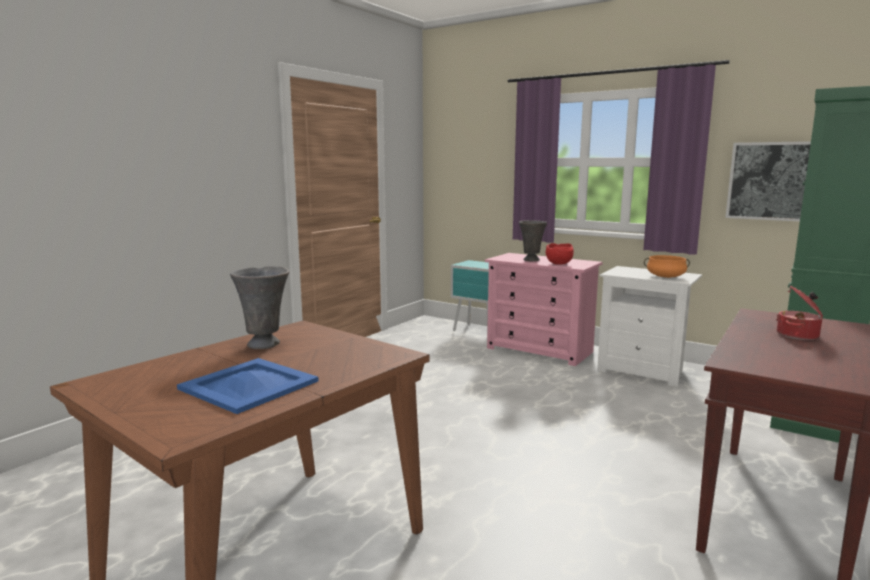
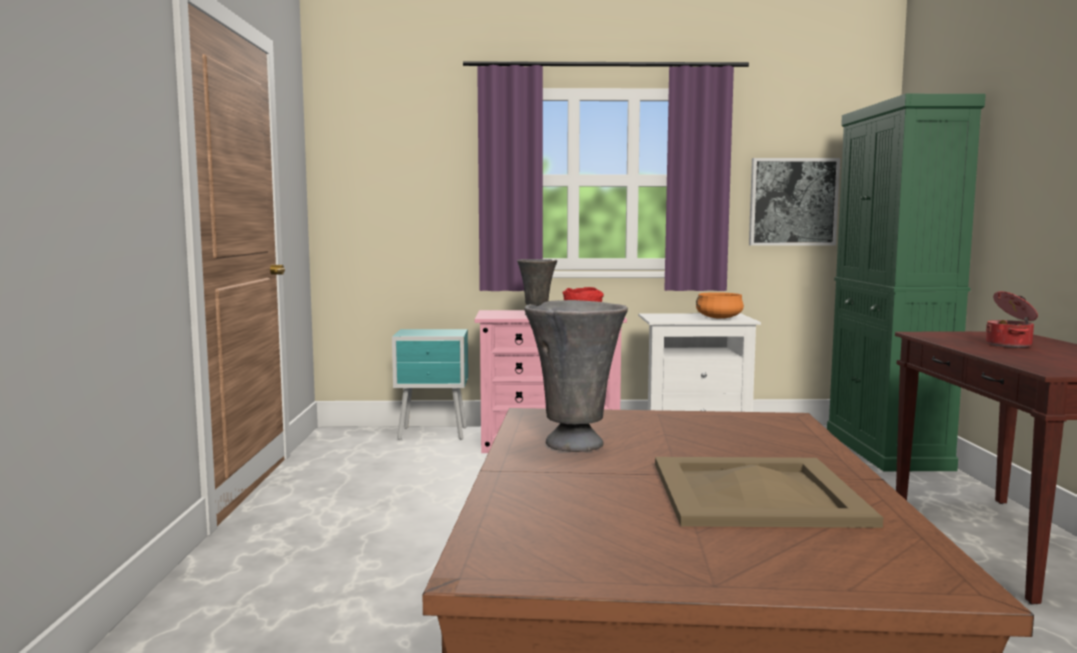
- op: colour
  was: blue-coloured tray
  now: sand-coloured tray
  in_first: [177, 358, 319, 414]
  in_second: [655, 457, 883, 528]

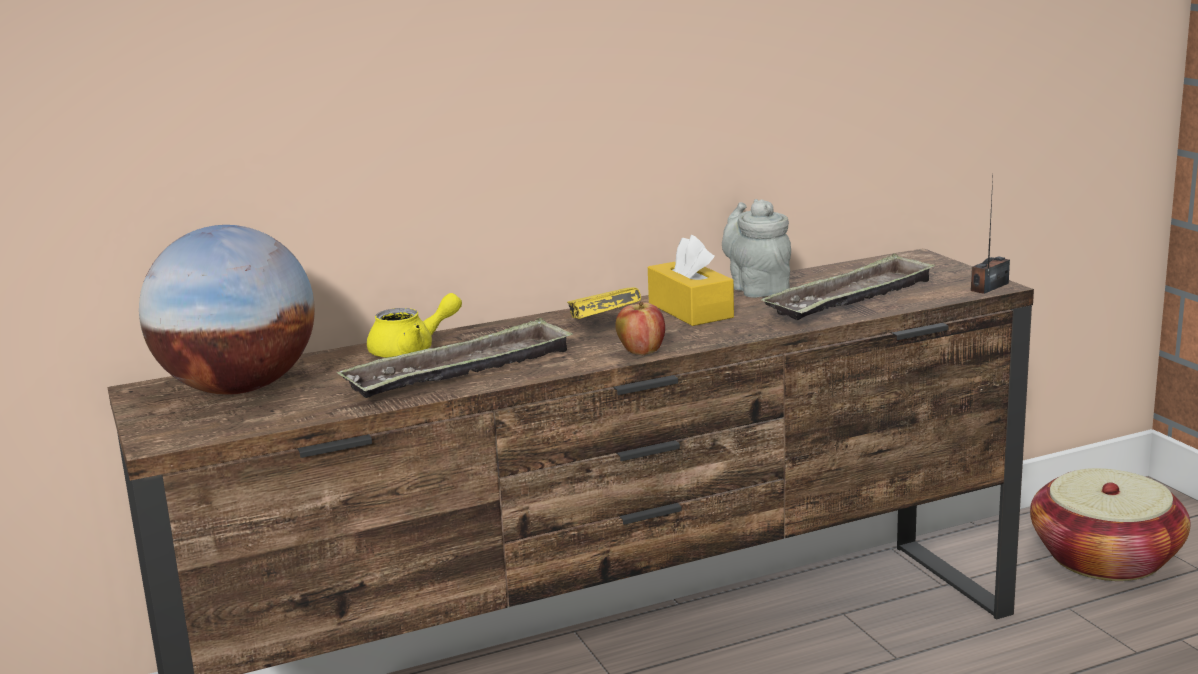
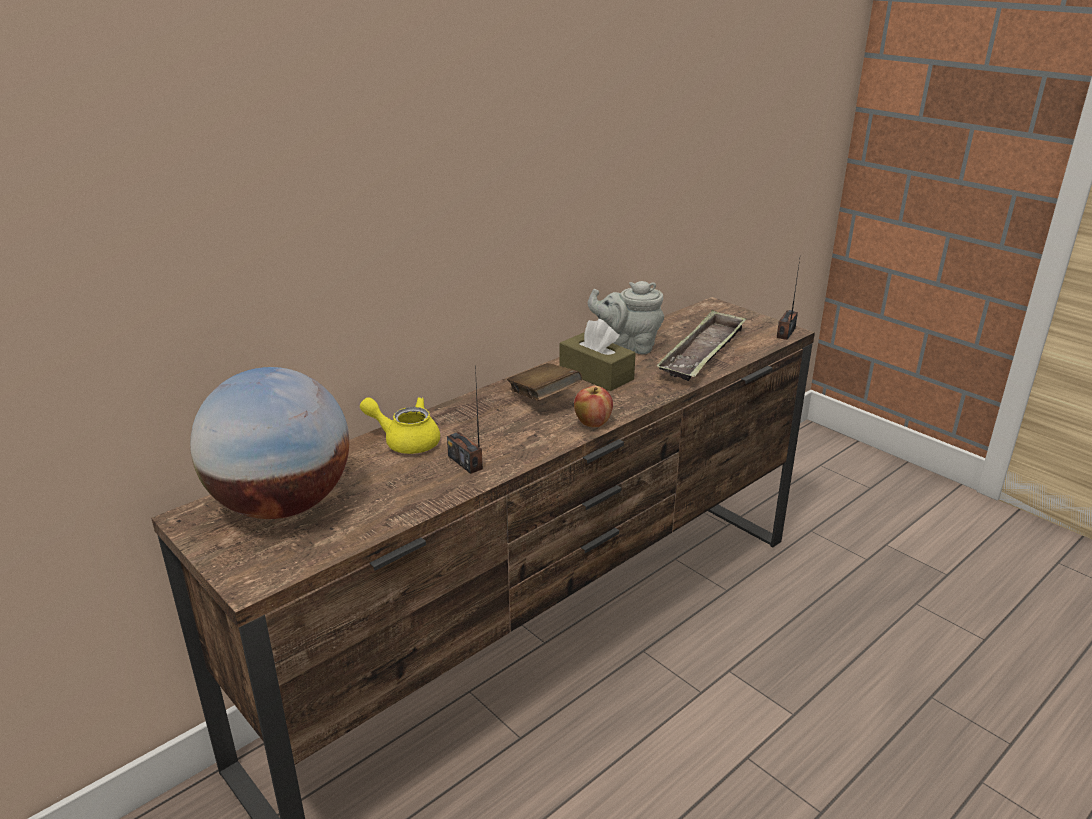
- op: spun
  was: yellow-coloured teapot
  in_first: [367, 293, 462, 358]
  in_second: [360, 397, 440, 454]
  clockwise: -120
- op: exchanged
  was: tray
  now: radio set
  in_first: [337, 318, 573, 398]
  in_second: [447, 365, 483, 474]
- op: colour
  was: yellow-coloured book
  now: brown book
  in_first: [567, 287, 641, 319]
  in_second: [507, 363, 582, 401]
- op: colour
  was: yellow-coloured tissue holder
  now: brown tissue holder
  in_first: [648, 235, 734, 326]
  in_second: [559, 319, 636, 391]
- op: spun
  was: gray teapot
  in_first: [722, 199, 791, 298]
  in_second: [588, 281, 664, 354]
  clockwise: -45
- op: missing
  was: basket
  in_first: [1030, 468, 1191, 581]

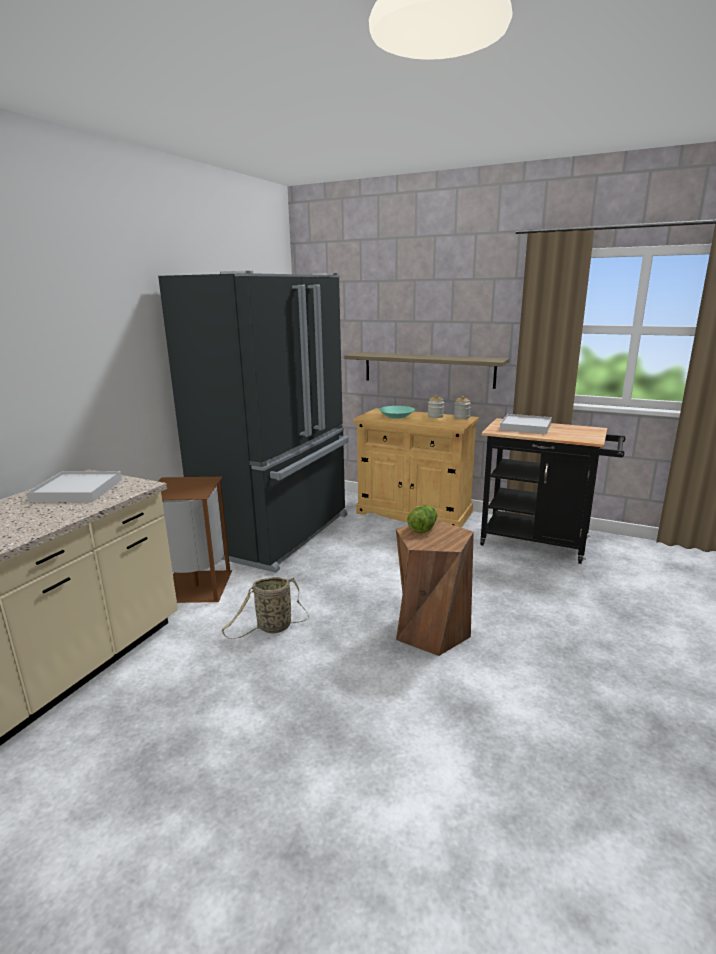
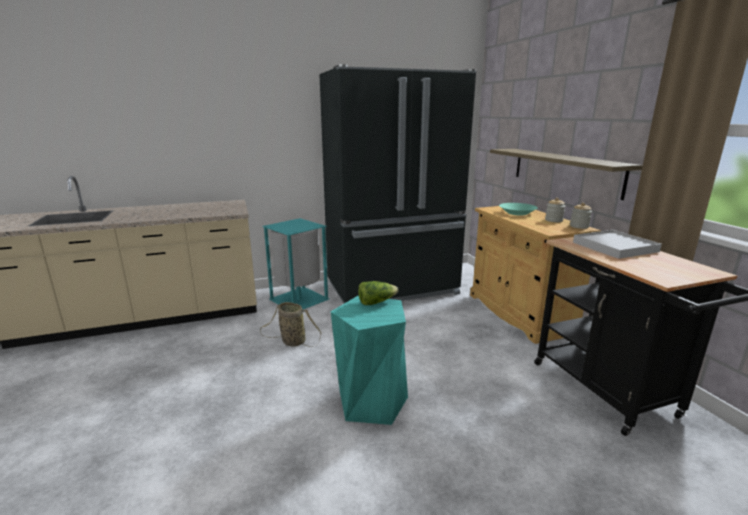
- op: colour
  was: brown waste bin
  now: blue-green waste bin
  in_first: [158, 477, 232, 603]
  in_second: [262, 218, 329, 309]
- op: colour
  was: brown stool seat
  now: blue-green stool seat
  in_first: [396, 520, 474, 656]
  in_second: [331, 295, 408, 425]
- op: missing
  was: white-coloured tray
  in_first: [26, 471, 122, 502]

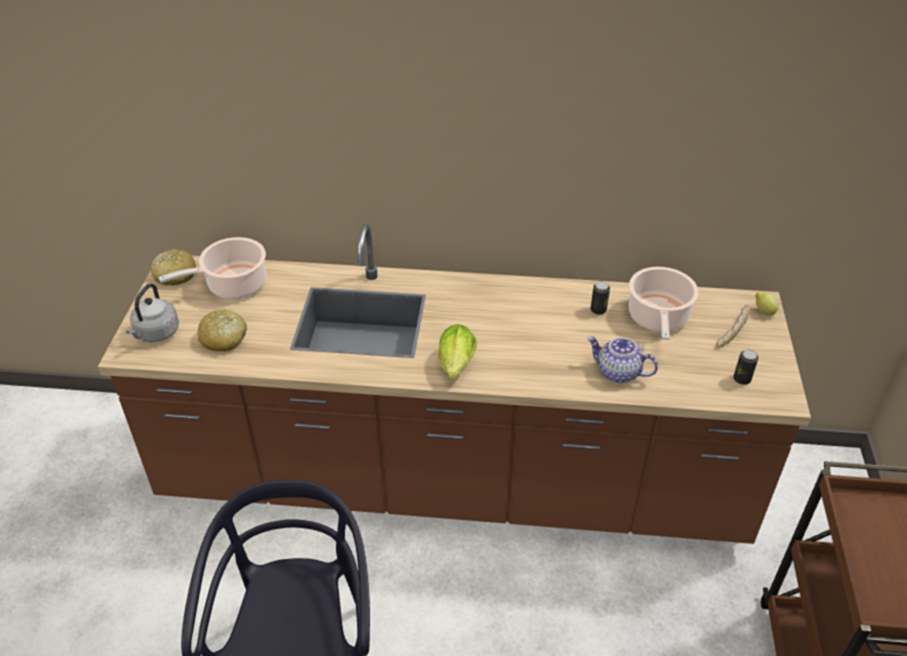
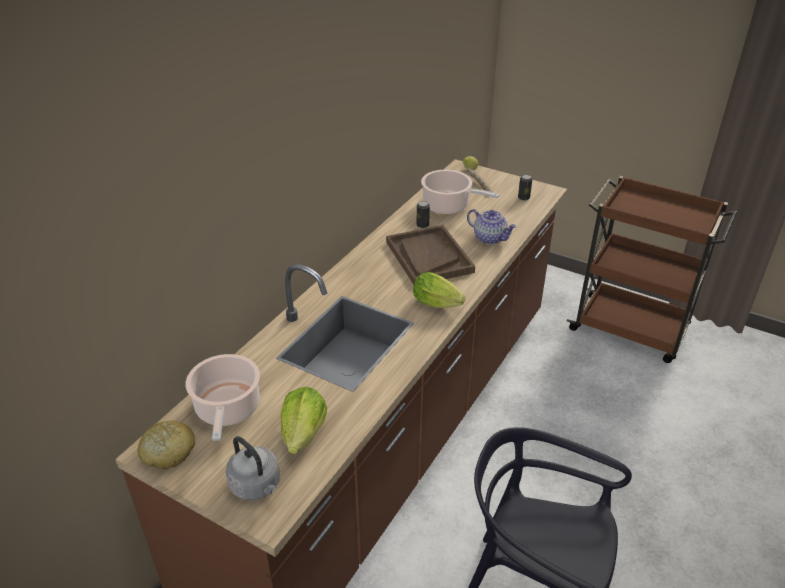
- op: exchanged
  was: bread
  now: head of lettuce
  in_first: [198, 310, 247, 351]
  in_second: [281, 387, 327, 454]
- op: appeared
  now: brown tray
  in_second: [386, 225, 475, 284]
- op: spun
  was: teapot
  in_first: [587, 336, 658, 383]
  in_second: [467, 209, 517, 244]
  clockwise: -105

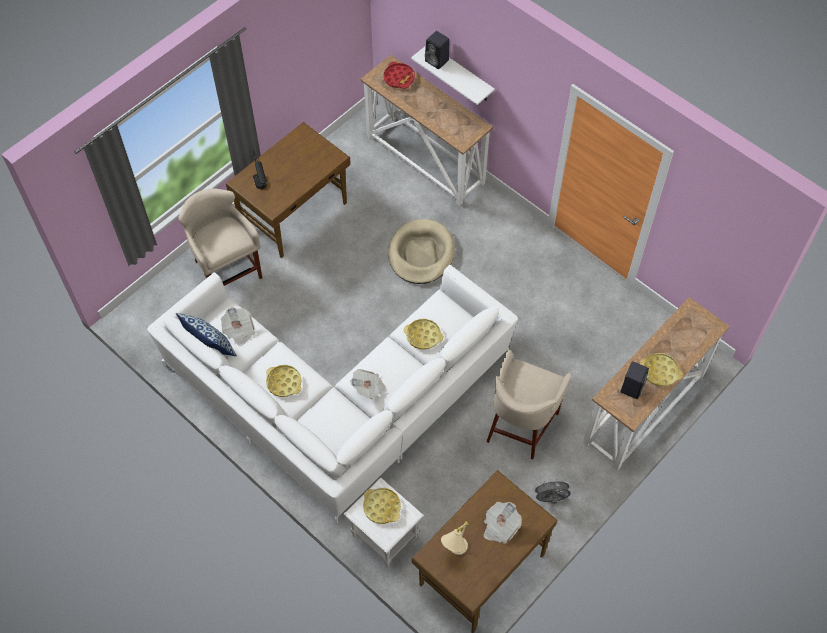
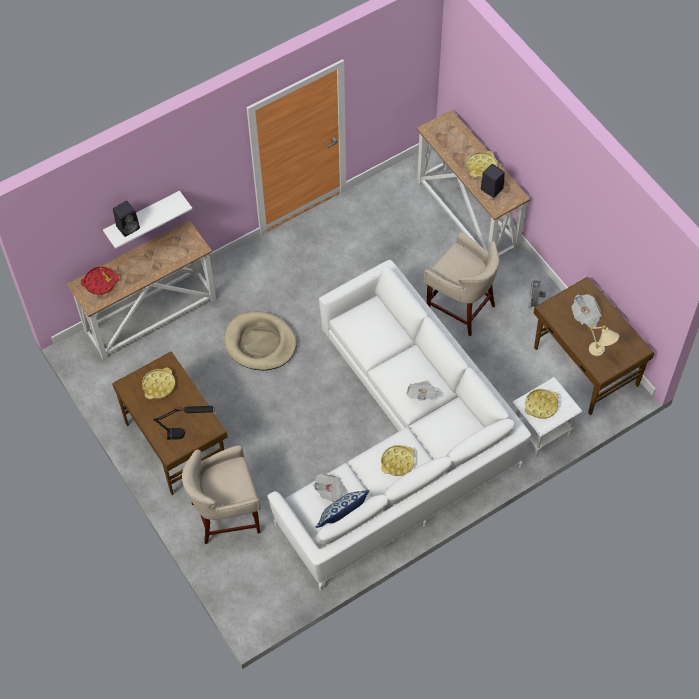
- op: relocated
  was: yellow-coloured tray
  in_first: [404, 319, 444, 350]
  in_second: [142, 368, 175, 399]

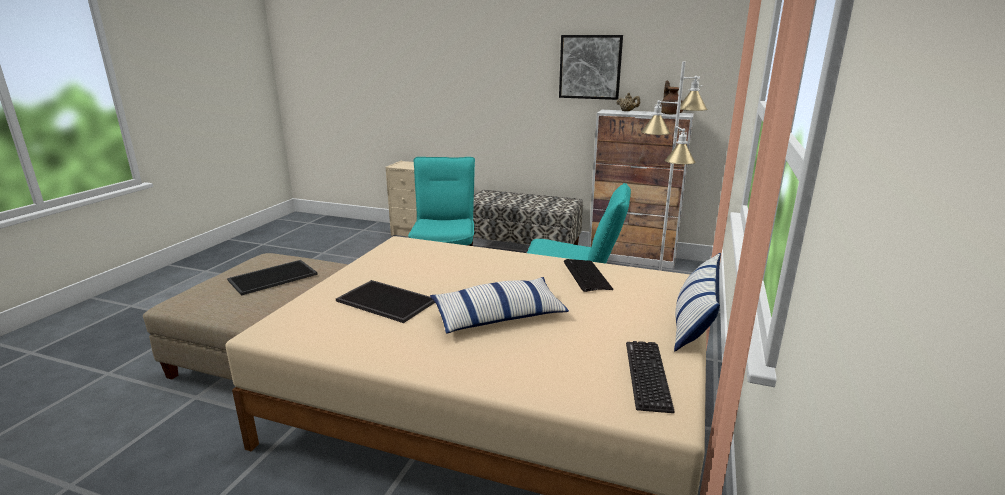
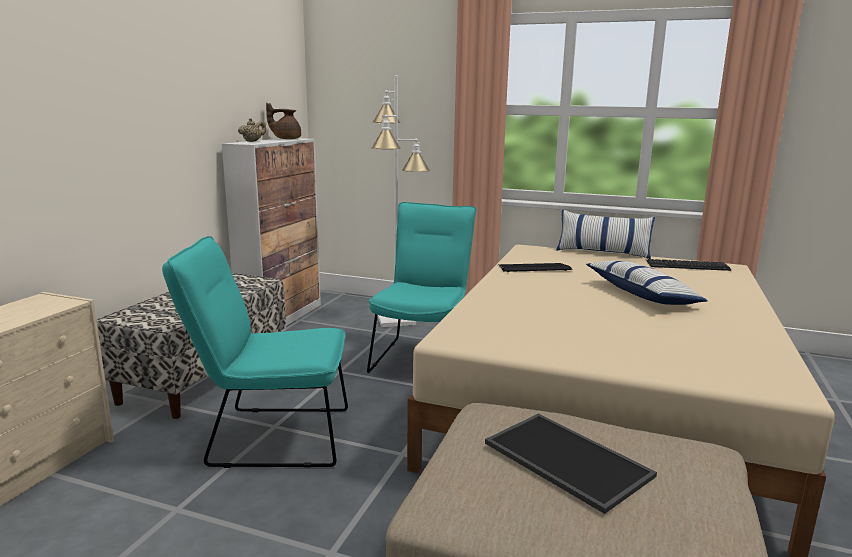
- op: missing
  was: tray
  in_first: [336, 280, 435, 323]
- op: missing
  was: wall art
  in_first: [559, 35, 623, 100]

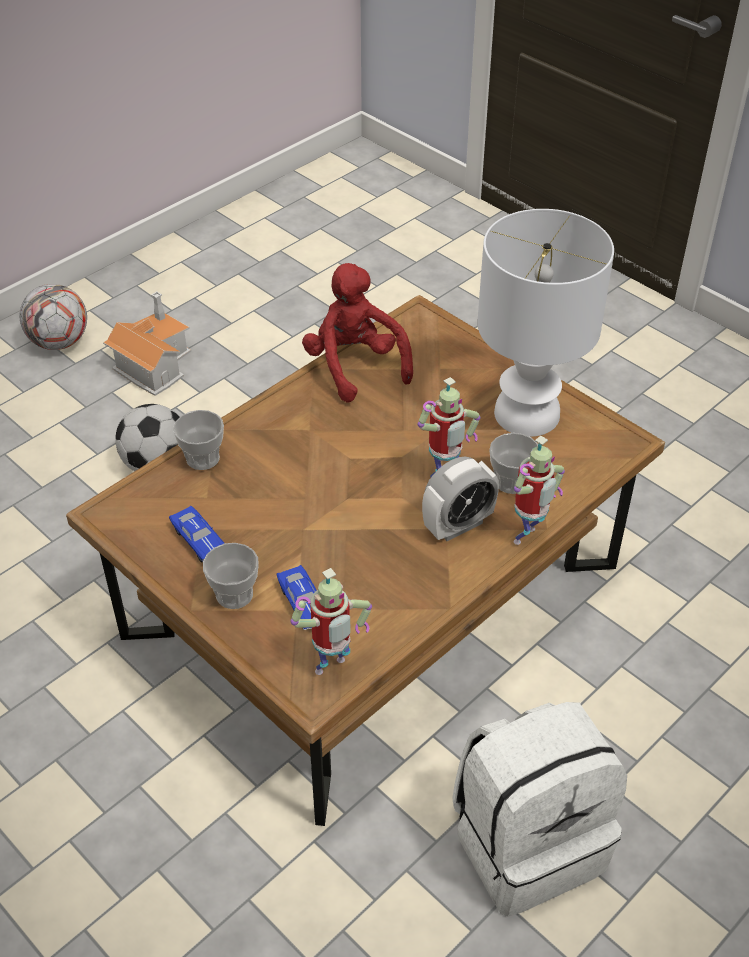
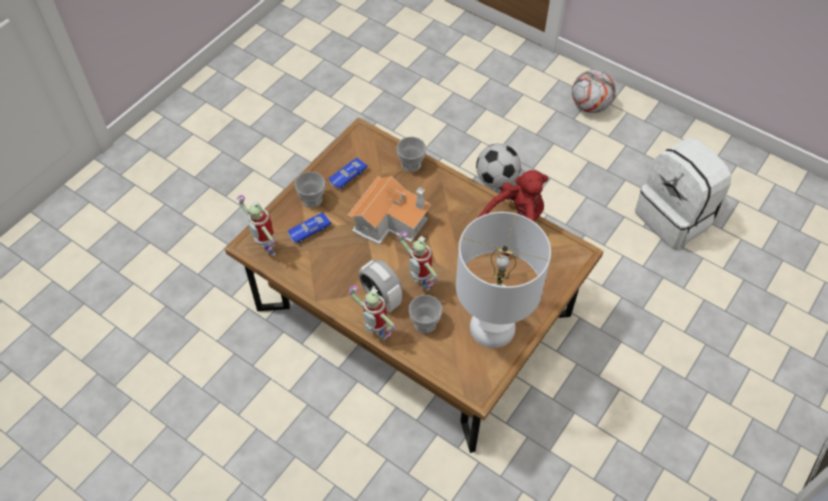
- op: relocated
  was: miniature house
  in_first: [103, 291, 191, 396]
  in_second: [347, 176, 432, 245]
- op: relocated
  was: white-coloured backpack
  in_first: [452, 702, 627, 917]
  in_second: [635, 137, 731, 249]

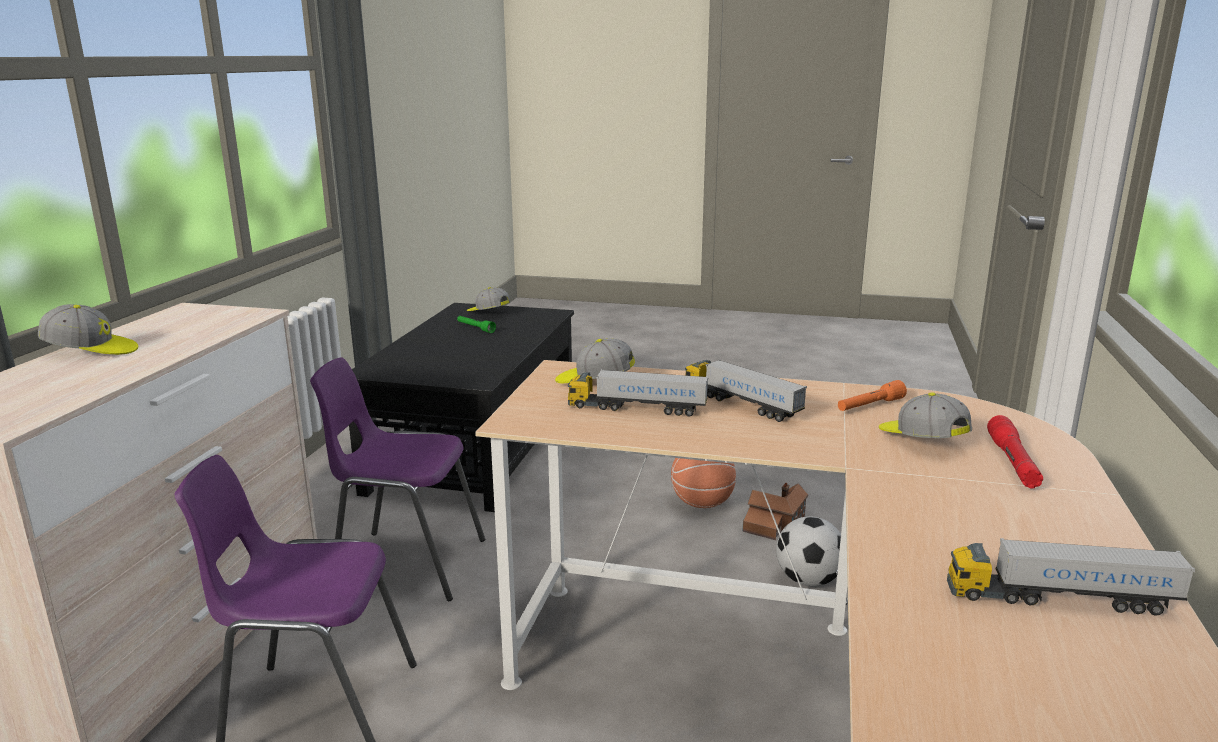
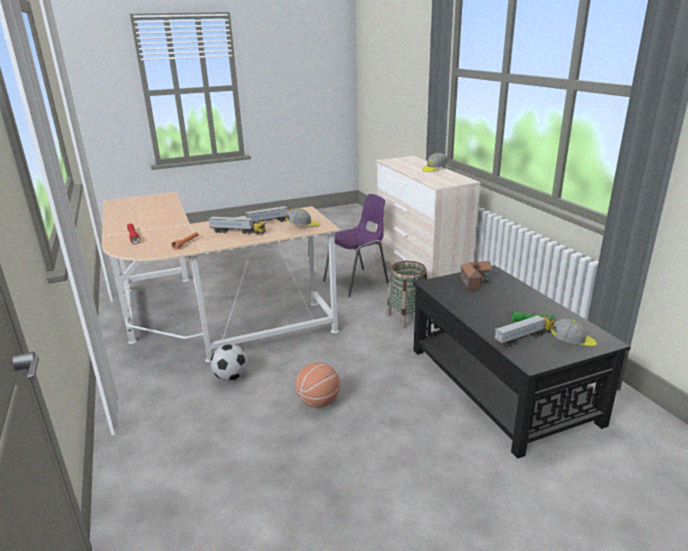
- op: exchanged
  was: purplish plain chair
  now: basket
  in_first: [310, 357, 485, 601]
  in_second: [387, 261, 428, 328]
- op: relocated
  was: miniature house
  in_first: [742, 483, 808, 540]
  in_second: [460, 261, 492, 290]
- op: relocated
  was: model truck
  in_first: [947, 538, 1195, 616]
  in_second: [494, 315, 556, 348]
- op: missing
  was: cap
  in_first: [879, 393, 972, 438]

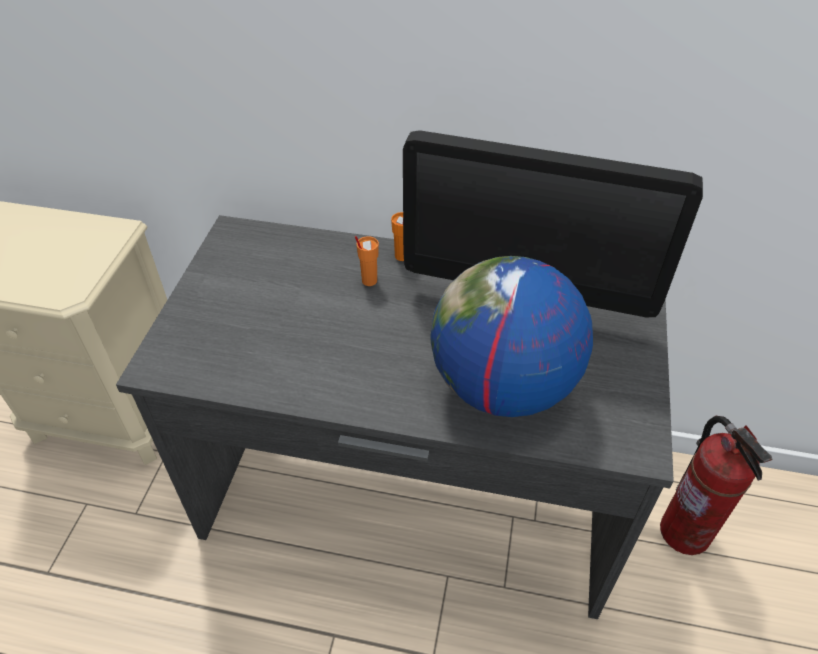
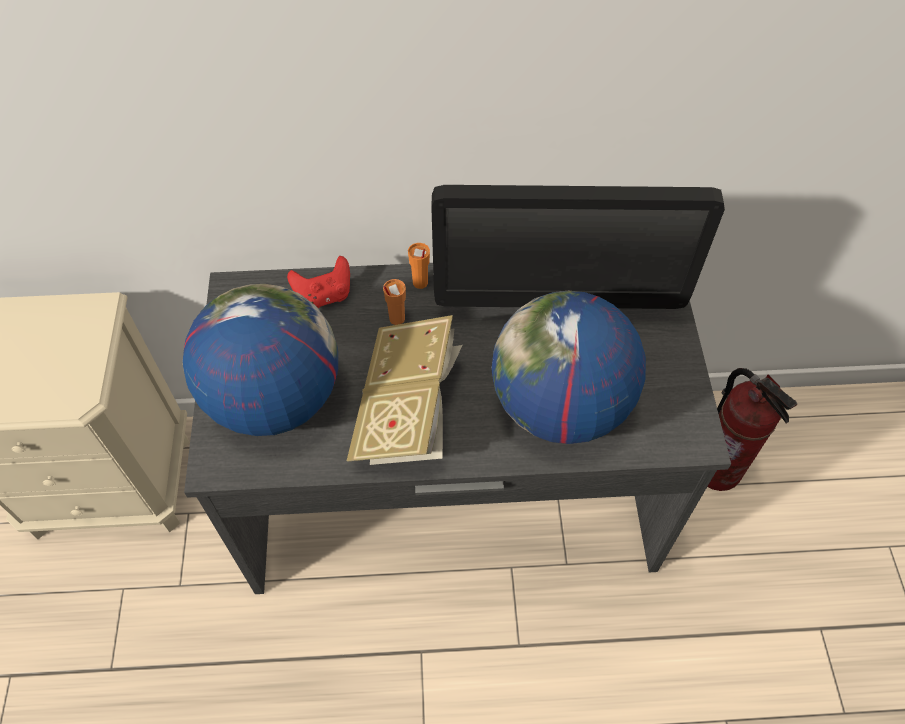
- op: appeared
  now: desk globe
  in_second: [183, 284, 338, 436]
- op: appeared
  now: red game controller
  in_second: [287, 256, 350, 308]
- op: appeared
  now: book
  in_second: [347, 315, 462, 465]

